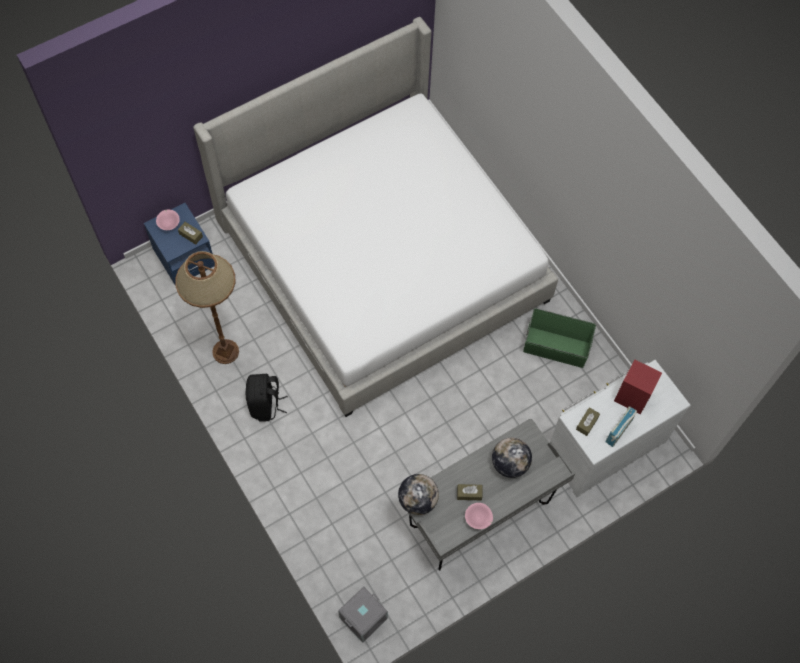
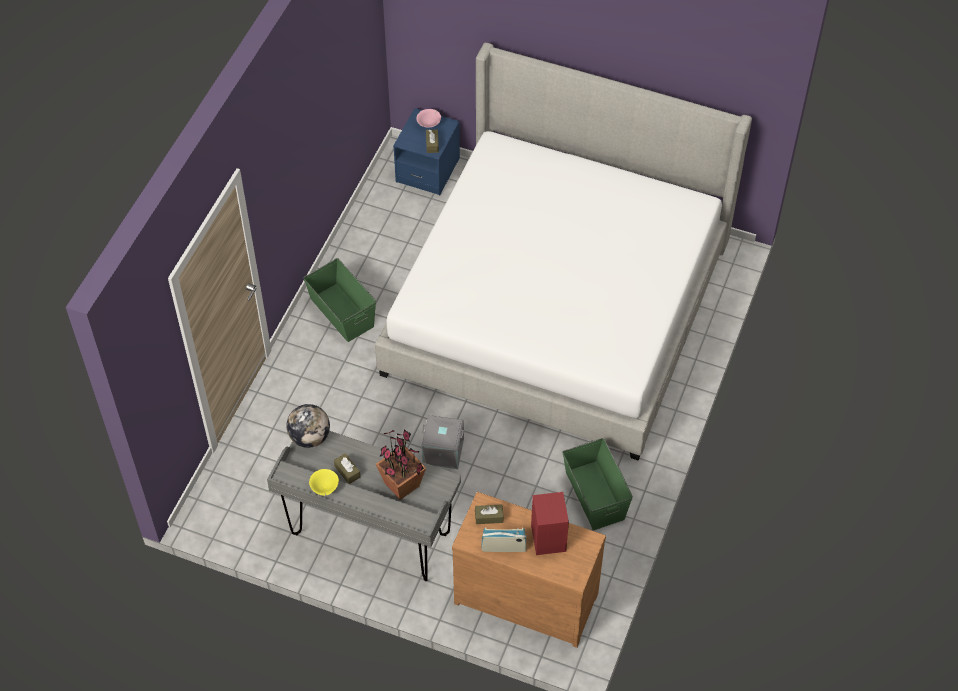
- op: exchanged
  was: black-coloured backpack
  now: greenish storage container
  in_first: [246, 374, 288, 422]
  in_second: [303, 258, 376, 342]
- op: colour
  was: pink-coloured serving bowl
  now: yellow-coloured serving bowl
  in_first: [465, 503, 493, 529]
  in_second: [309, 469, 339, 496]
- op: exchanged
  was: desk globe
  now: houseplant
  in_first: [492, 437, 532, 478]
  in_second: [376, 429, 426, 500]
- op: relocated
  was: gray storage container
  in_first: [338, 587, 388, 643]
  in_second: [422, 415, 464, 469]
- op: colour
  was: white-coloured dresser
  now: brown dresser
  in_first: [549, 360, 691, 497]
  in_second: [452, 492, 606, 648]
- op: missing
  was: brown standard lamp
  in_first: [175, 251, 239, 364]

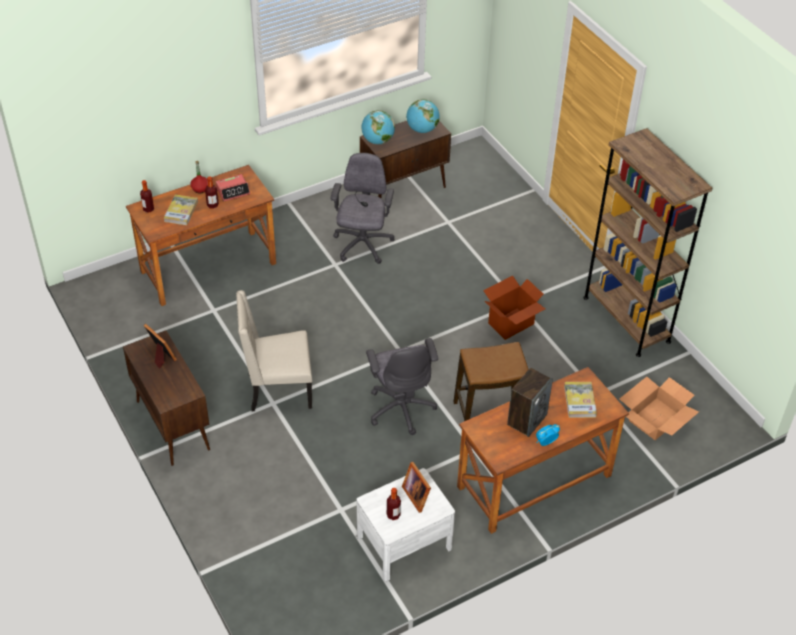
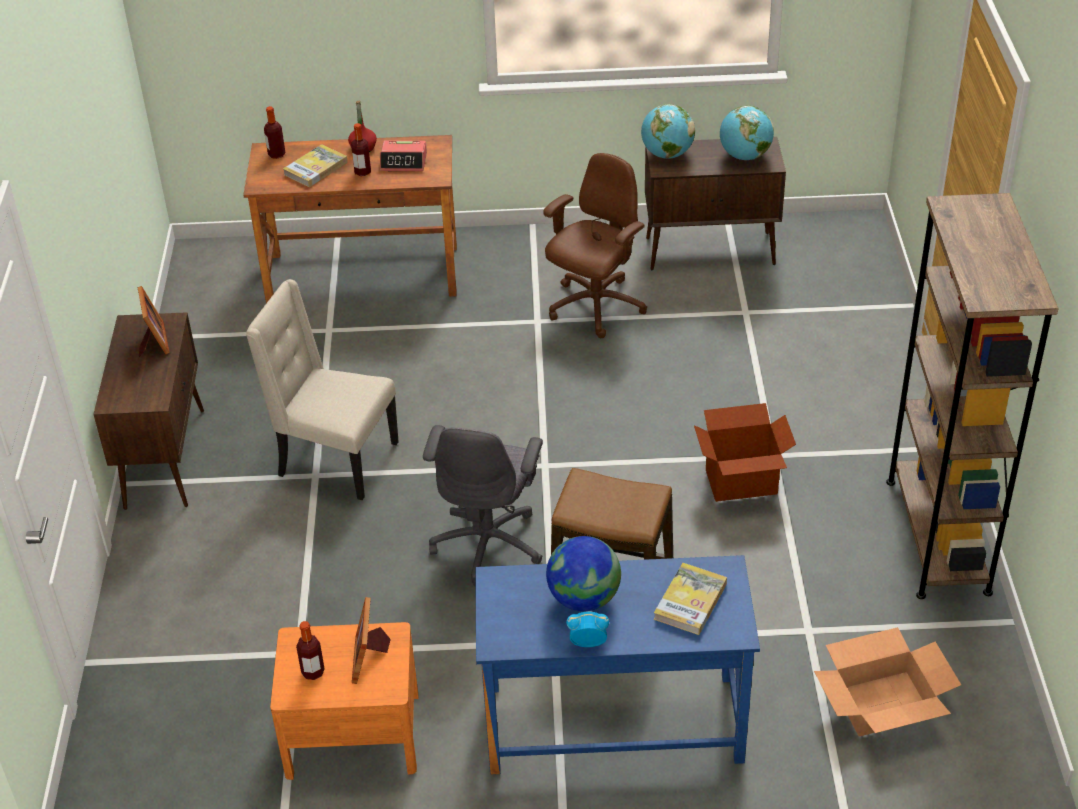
- op: colour
  was: white-coloured nightstand
  now: orangey nightstand
  in_first: [357, 468, 455, 581]
  in_second: [270, 622, 419, 780]
- op: colour
  was: brown desk
  now: blue-coloured desk
  in_first: [457, 367, 629, 534]
  in_second: [475, 555, 760, 775]
- op: colour
  was: gray computer chair
  now: brown computer chair
  in_first: [331, 153, 394, 264]
  in_second: [543, 153, 647, 338]
- op: exchanged
  was: loudspeaker
  now: desk globe
  in_first: [507, 368, 553, 437]
  in_second: [546, 536, 621, 611]

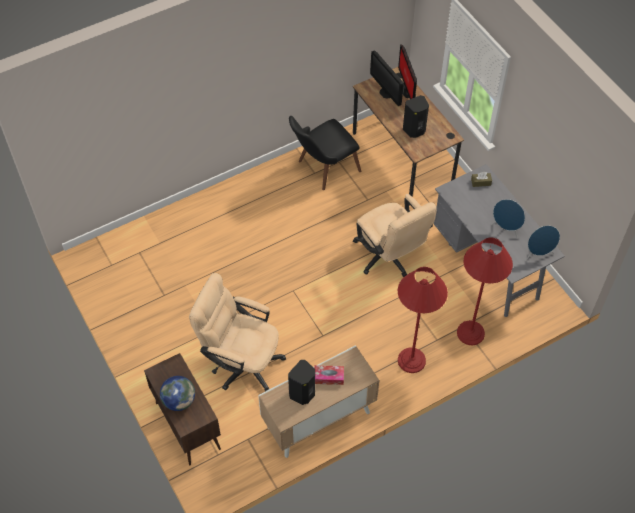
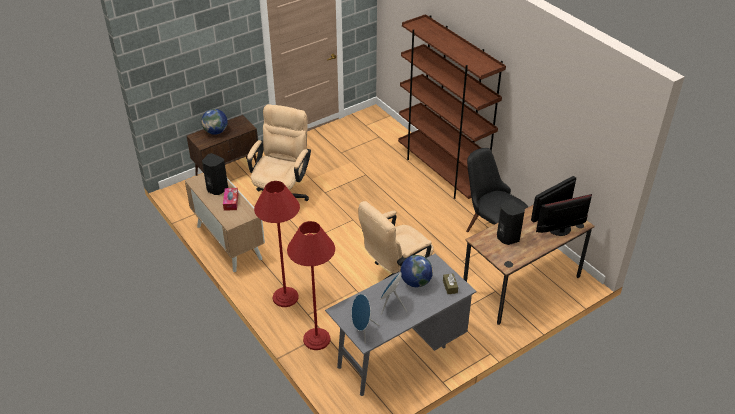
- op: appeared
  now: brown shelving unit
  in_second: [398, 14, 506, 199]
- op: appeared
  now: desk globe
  in_second: [401, 255, 433, 287]

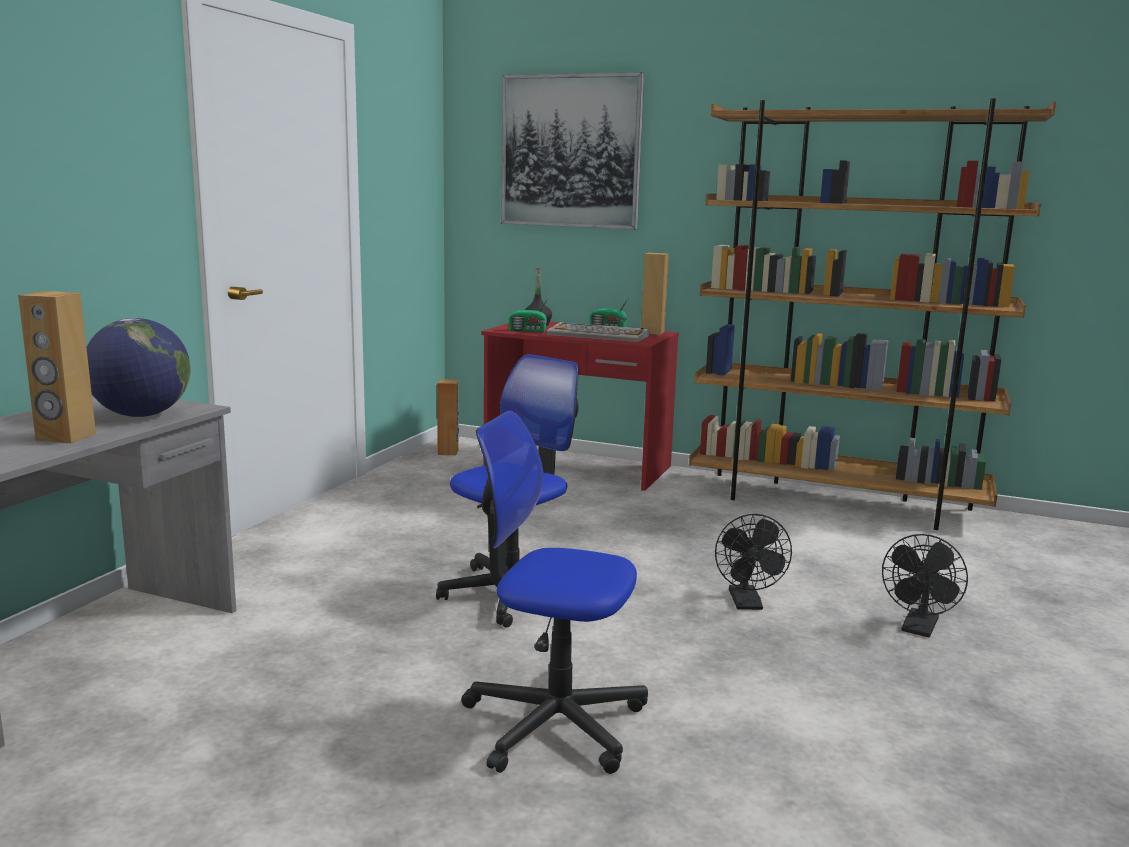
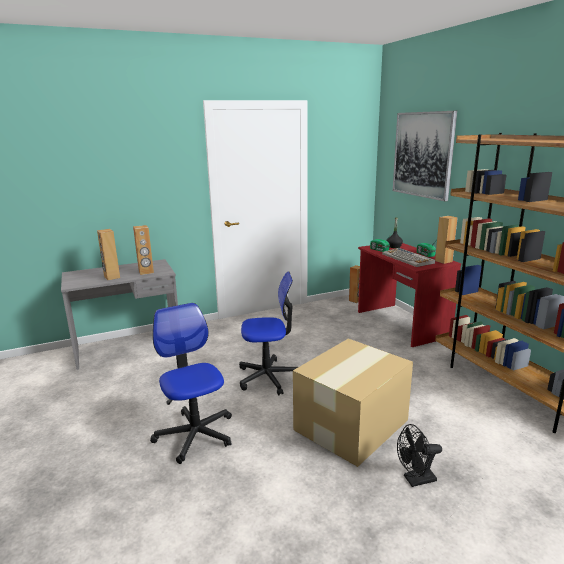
- op: exchanged
  was: desk globe
  now: brown loudspeaker
  in_first: [86, 318, 190, 417]
  in_second: [133, 225, 154, 275]
- op: exchanged
  was: black-coloured electric fan
  now: packing box
  in_first: [715, 514, 792, 610]
  in_second: [293, 338, 413, 467]

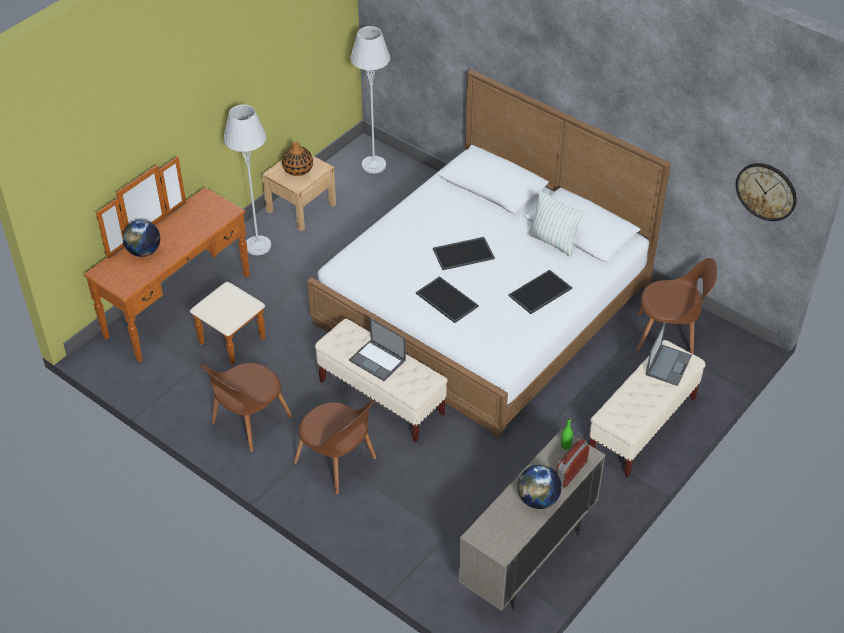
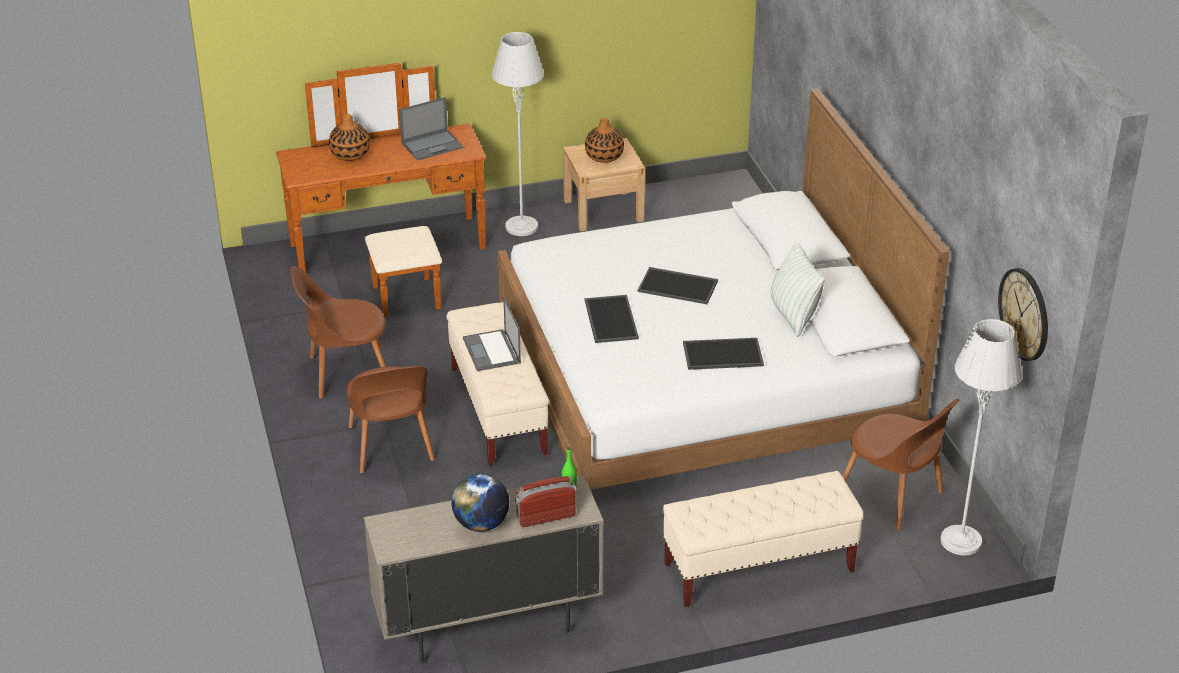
- op: exchanged
  was: desk globe
  now: decorative vase
  in_first: [123, 220, 160, 257]
  in_second: [329, 114, 370, 161]
- op: relocated
  was: laptop
  in_first: [646, 322, 692, 386]
  in_second: [399, 97, 464, 161]
- op: relocated
  was: gray standard lamp
  in_first: [350, 26, 390, 174]
  in_second: [941, 319, 1022, 555]

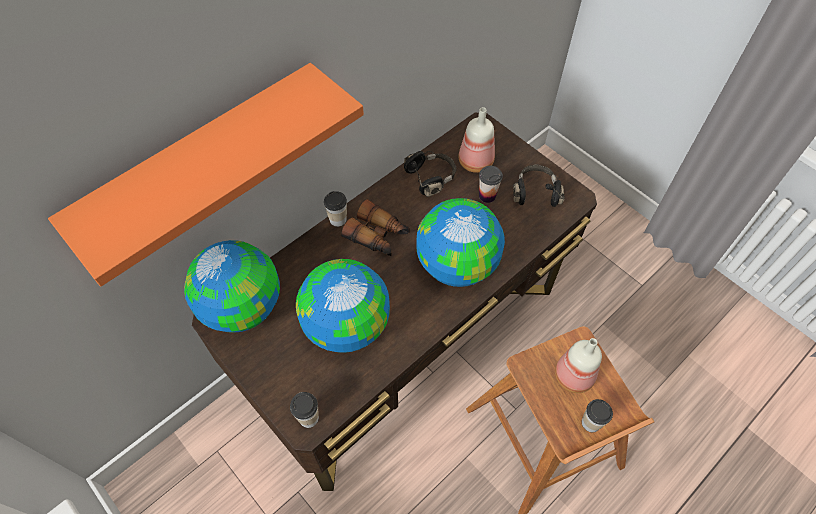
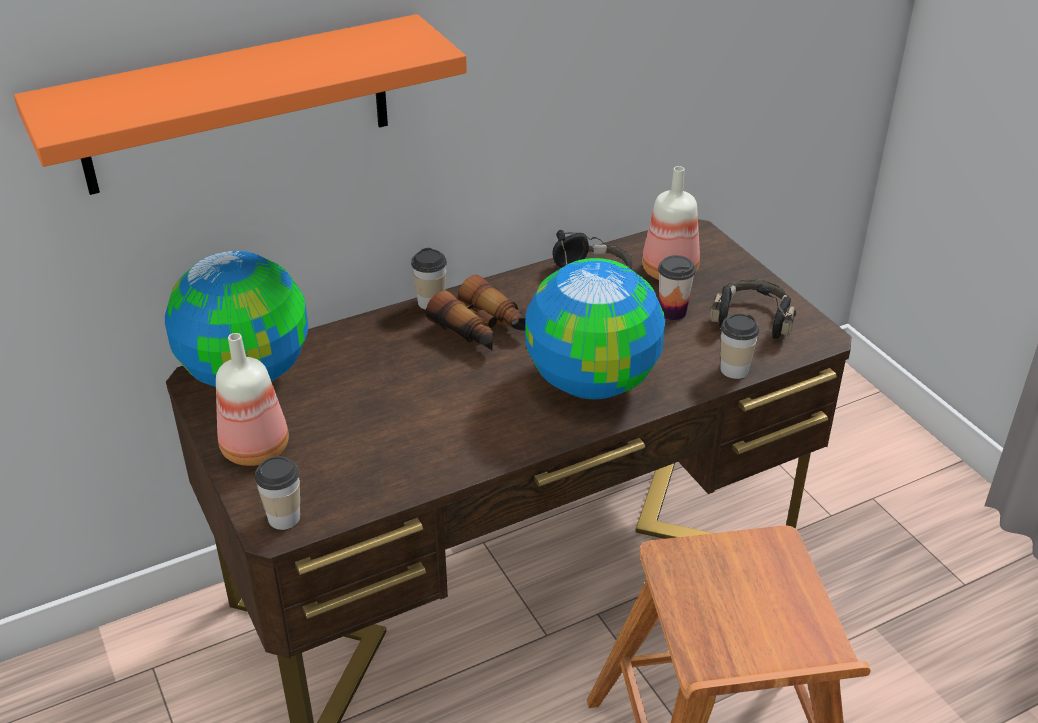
- op: relocated
  was: drink bottle
  in_first: [555, 338, 602, 393]
  in_second: [216, 333, 289, 466]
- op: relocated
  was: drinking cup
  in_first: [582, 399, 613, 432]
  in_second: [720, 313, 759, 379]
- op: missing
  was: desk globe
  in_first: [296, 259, 390, 353]

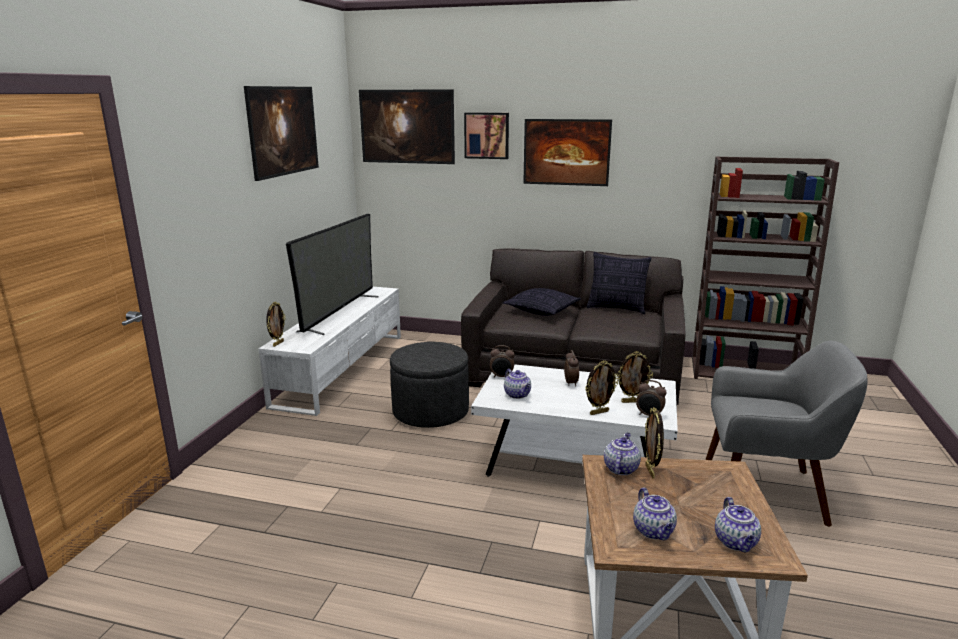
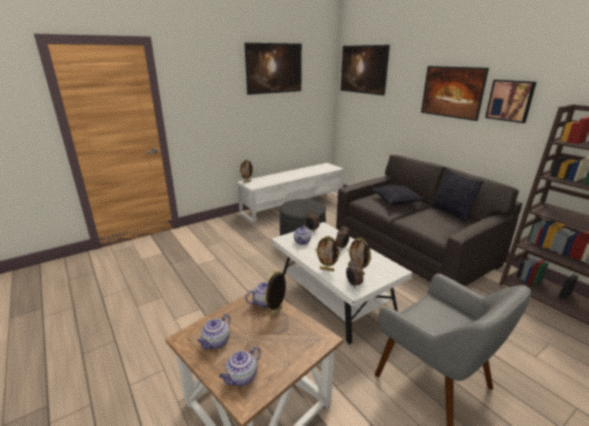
- op: relocated
  was: wall art
  in_first: [464, 113, 509, 159]
  in_second: [485, 80, 536, 123]
- op: missing
  was: television
  in_first: [286, 214, 379, 335]

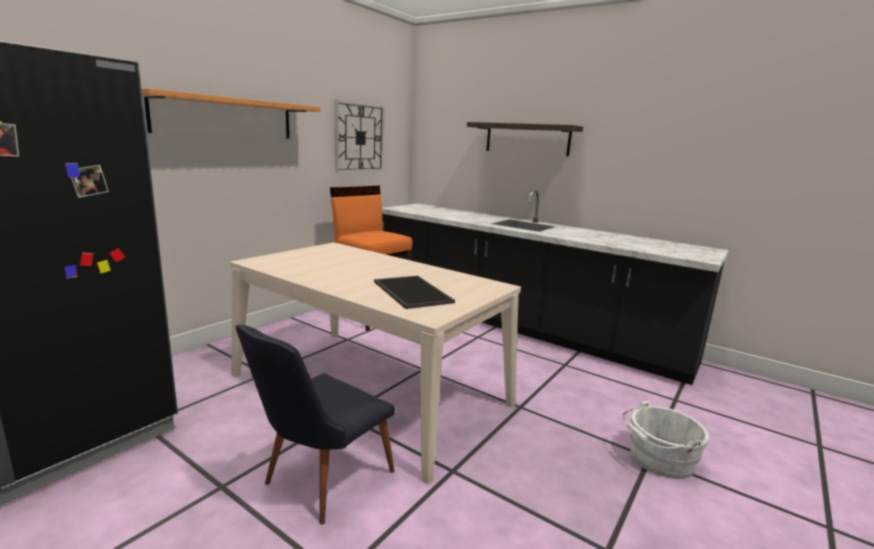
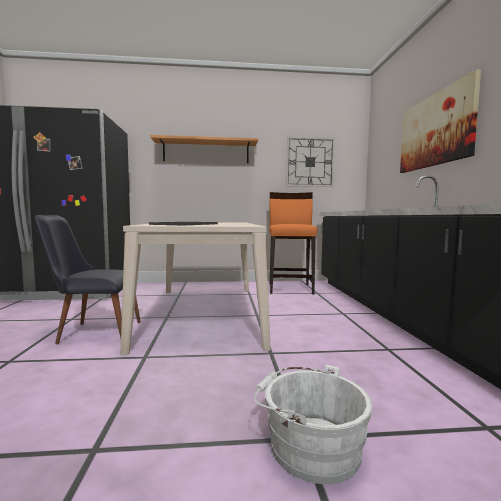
- op: exchanged
  was: bracket shelf
  now: wall art
  in_first: [467, 122, 583, 156]
  in_second: [400, 70, 481, 173]

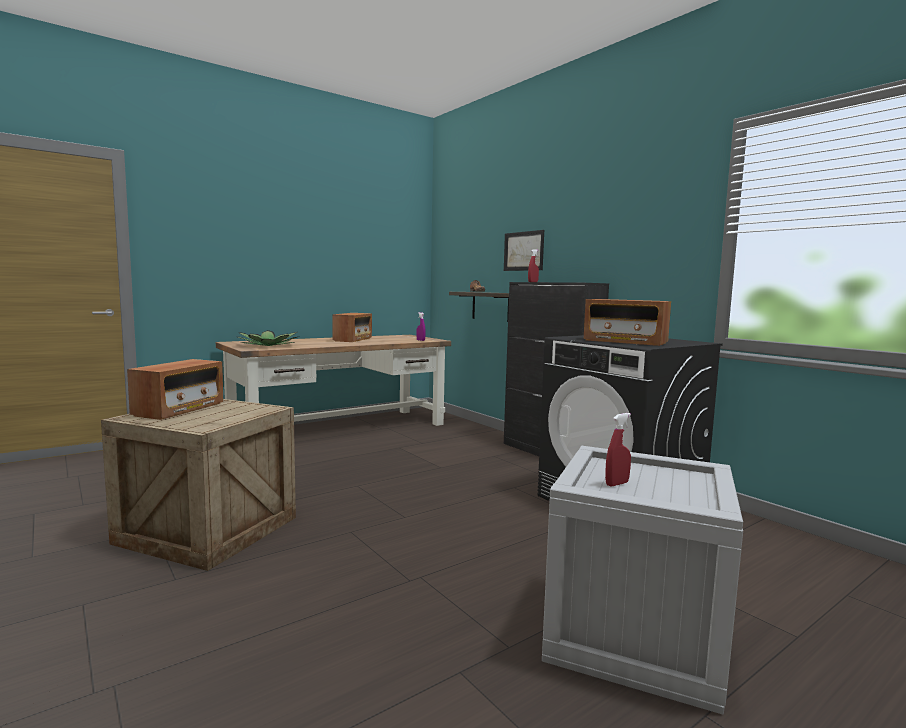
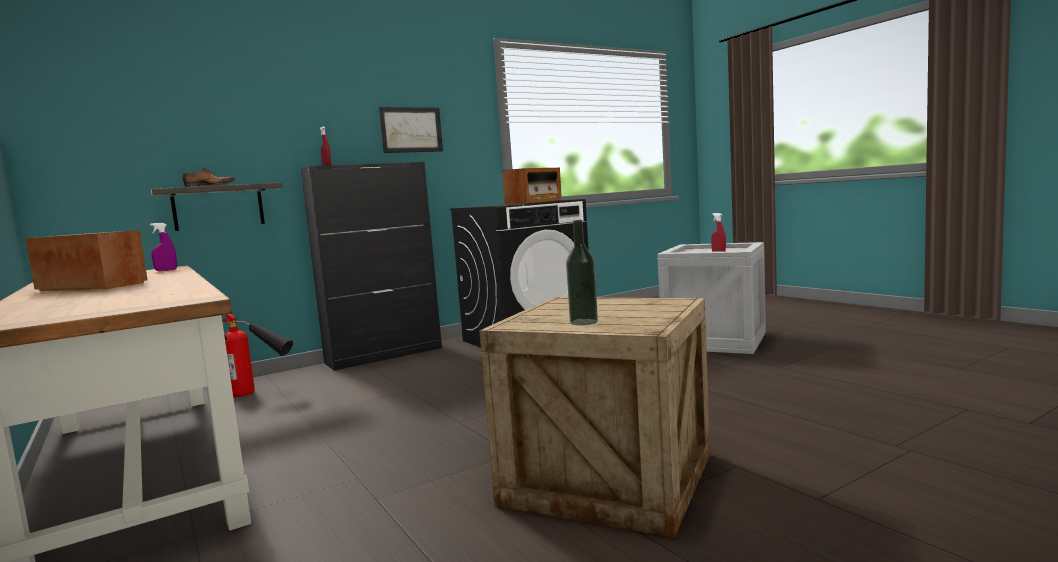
- op: appeared
  now: fire extinguisher
  in_second: [222, 314, 293, 397]
- op: relocated
  was: wall art
  in_first: [504, 230, 544, 271]
  in_second: [379, 107, 443, 153]
- op: exchanged
  was: radio set
  now: drink bottle
  in_first: [127, 359, 223, 420]
  in_second: [566, 220, 598, 325]
- op: missing
  was: houseplant
  in_first: [238, 330, 297, 346]

